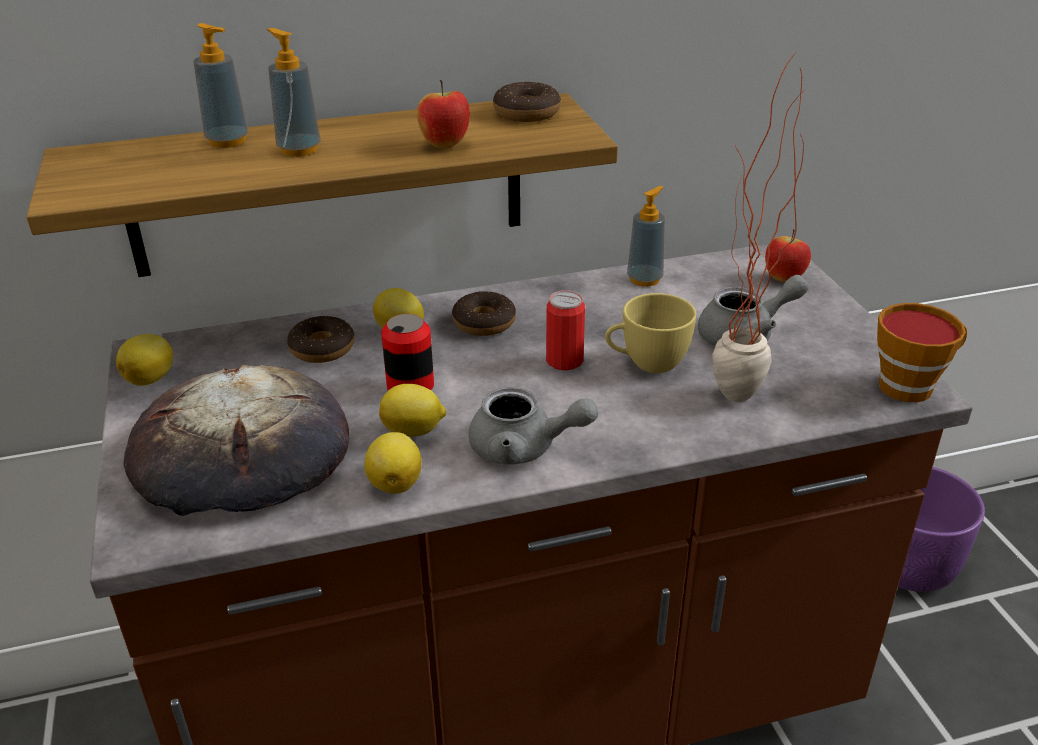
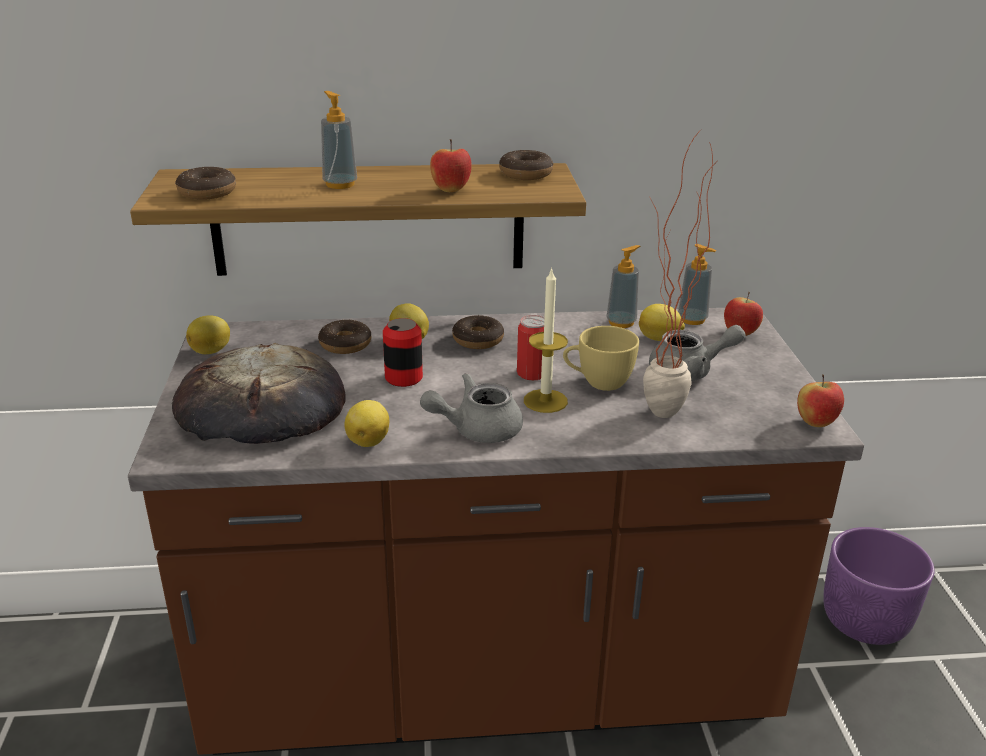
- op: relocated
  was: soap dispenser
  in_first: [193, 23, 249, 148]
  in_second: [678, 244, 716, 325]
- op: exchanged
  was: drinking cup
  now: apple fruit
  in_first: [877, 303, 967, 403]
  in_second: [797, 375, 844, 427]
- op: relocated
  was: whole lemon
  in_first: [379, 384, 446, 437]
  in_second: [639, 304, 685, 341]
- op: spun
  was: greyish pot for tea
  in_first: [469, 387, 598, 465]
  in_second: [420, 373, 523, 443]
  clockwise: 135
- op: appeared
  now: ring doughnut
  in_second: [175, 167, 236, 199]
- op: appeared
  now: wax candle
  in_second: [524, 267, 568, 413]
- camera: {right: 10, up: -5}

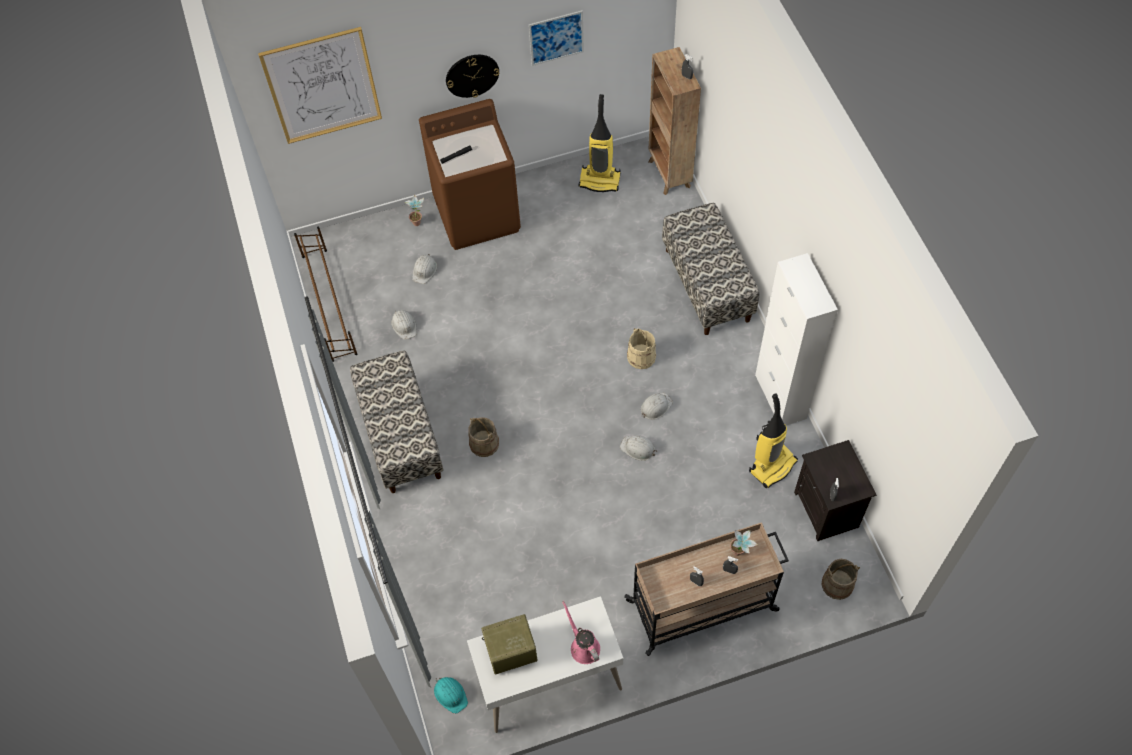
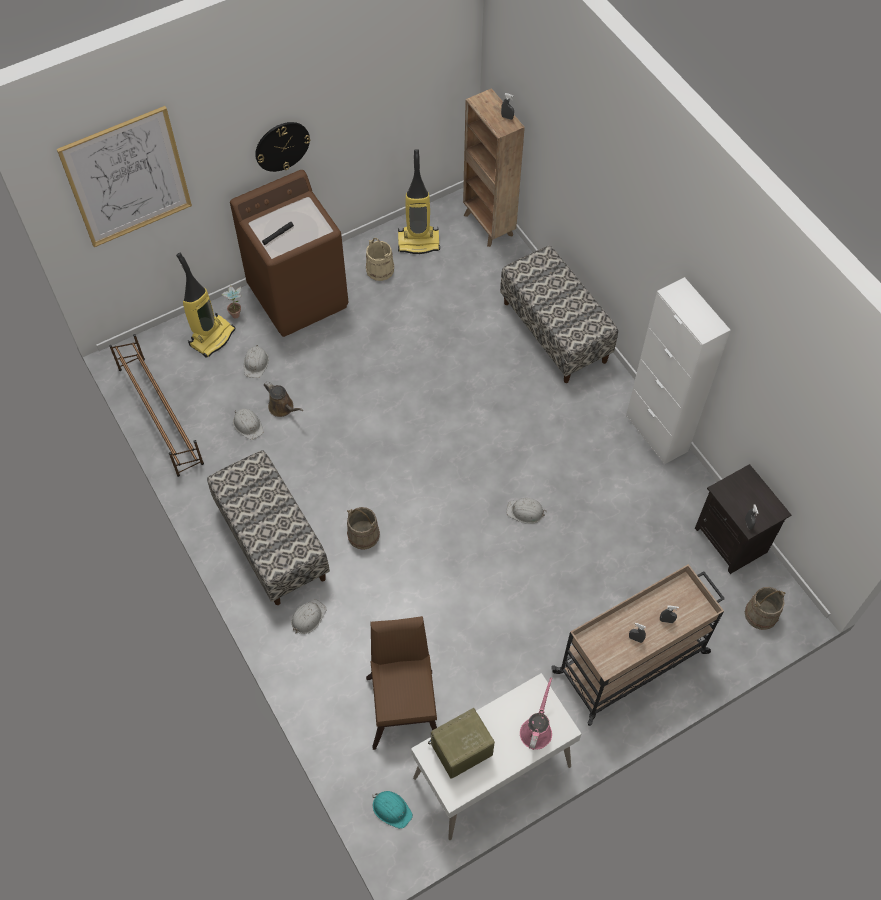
- op: missing
  was: wall picture
  in_first: [529, 10, 584, 66]
- op: relocated
  was: beige-coloured pail
  in_first: [627, 328, 656, 369]
  in_second: [366, 238, 394, 281]
- op: relocated
  was: white-coloured work helmet
  in_first: [641, 393, 673, 420]
  in_second: [291, 599, 326, 634]
- op: relocated
  was: hoover
  in_first: [749, 393, 798, 488]
  in_second: [176, 253, 235, 358]
- op: missing
  was: potted plant
  in_first: [730, 530, 758, 556]
- op: spun
  was: pink-coloured watering pot
  in_first: [562, 601, 600, 664]
  in_second: [520, 677, 552, 750]
  clockwise: 60
- op: appeared
  now: brown-coloured watering pot
  in_second: [264, 381, 303, 417]
- op: appeared
  now: brown-coloured chair
  in_second: [366, 616, 437, 750]
- camera: {right: -15, up: 0}

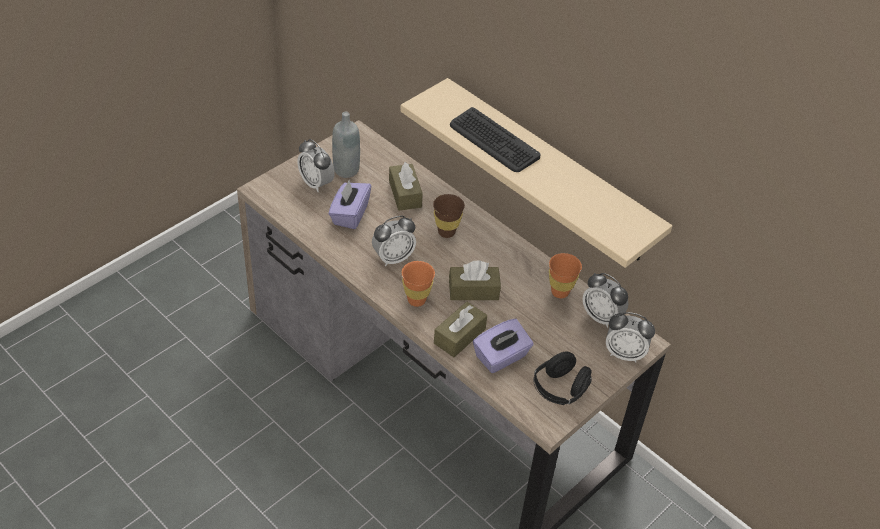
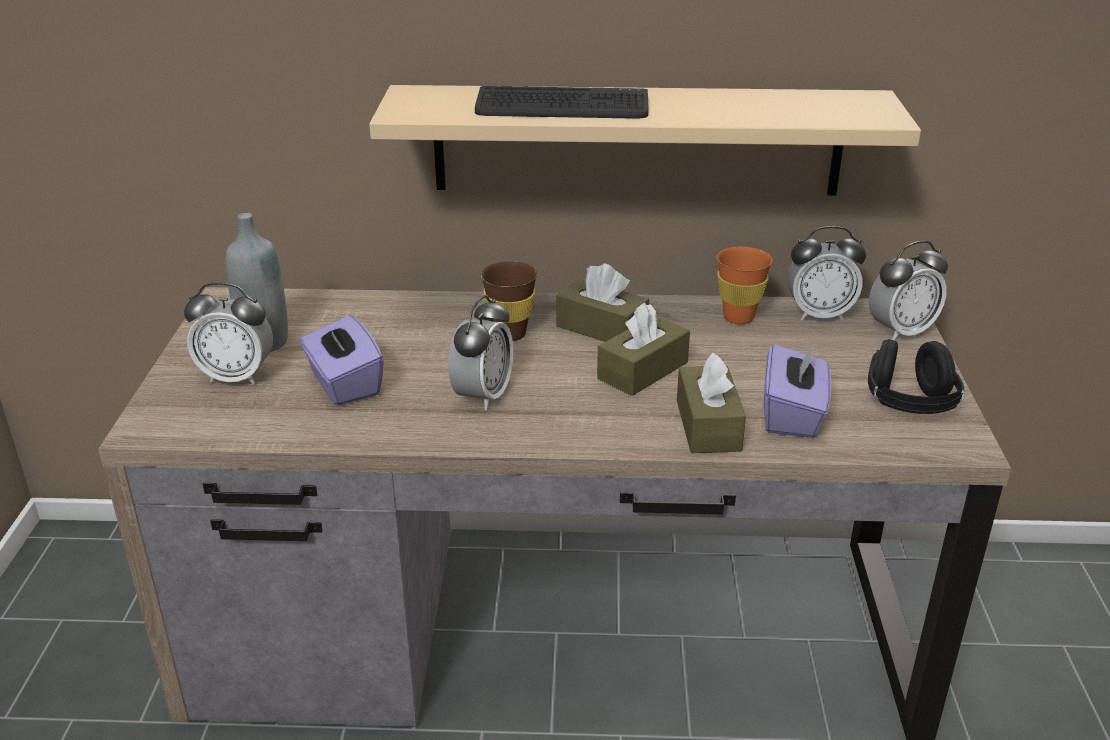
- op: relocated
  was: brown-coloured tissue box
  in_first: [389, 162, 423, 211]
  in_second: [556, 263, 649, 342]
- op: missing
  was: orangey drinking cup
  in_first: [401, 261, 435, 307]
- camera: {right: -40, up: -15}

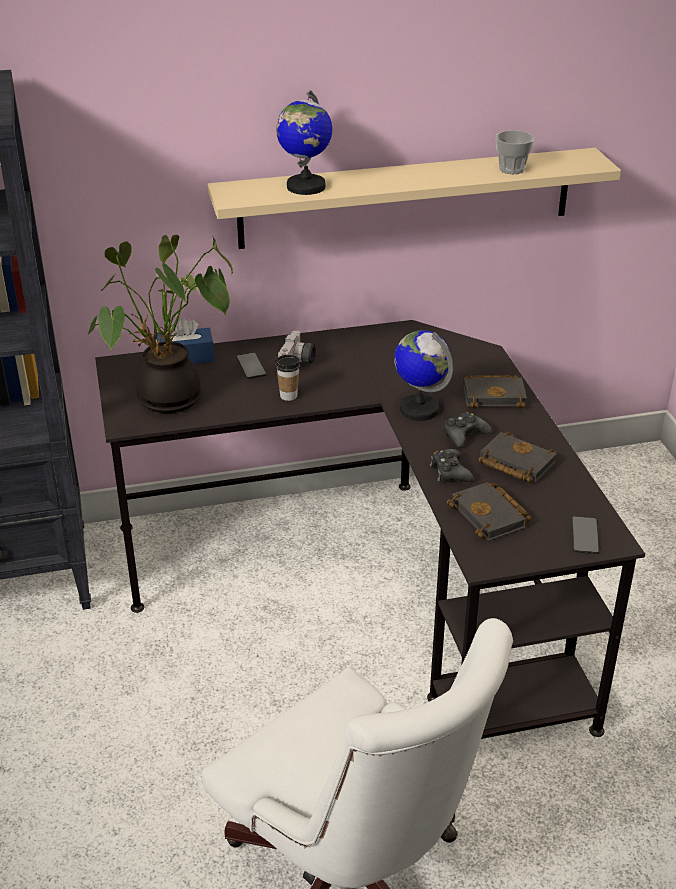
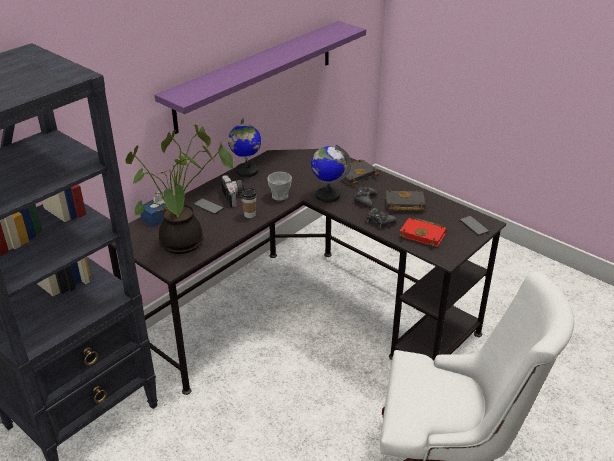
- op: relocated
  was: desk globe
  in_first: [276, 90, 332, 195]
  in_second: [228, 118, 261, 177]
- op: relocated
  was: drinking cup
  in_first: [496, 130, 534, 174]
  in_second: [267, 172, 292, 201]
- op: colour
  was: beige-coloured bracket shelf
  now: purplish bracket shelf
  in_first: [207, 148, 621, 249]
  in_second: [155, 21, 366, 134]
- op: colour
  was: black-coloured book
  now: reddish book
  in_first: [447, 482, 531, 541]
  in_second: [399, 217, 446, 248]
- camera: {right: -35, up: 0}

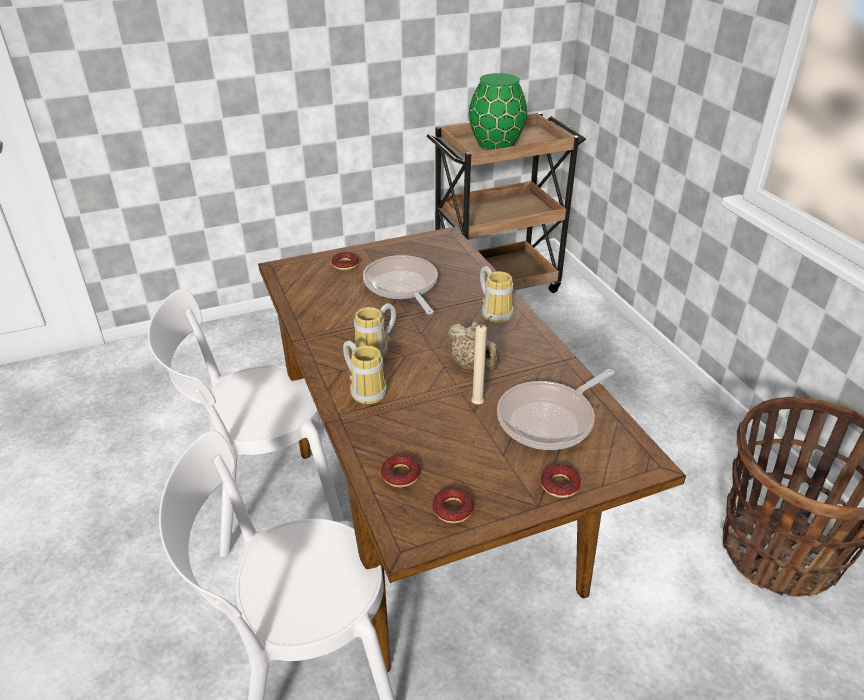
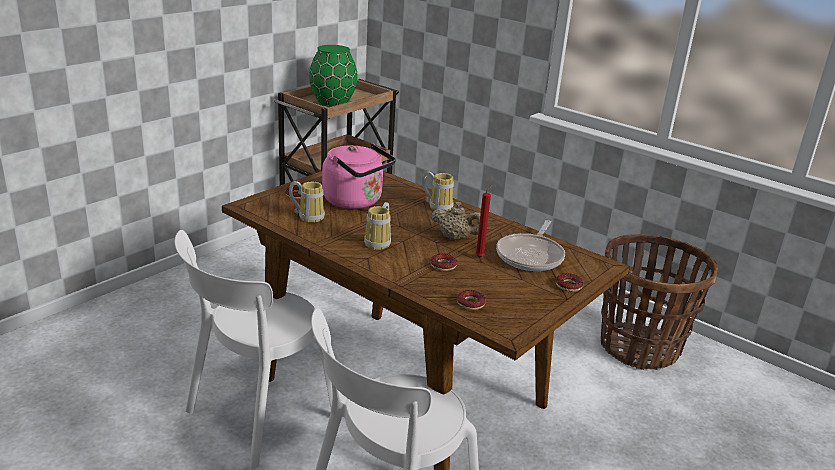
- op: exchanged
  was: frying pan
  now: pink-coloured water kettle
  in_first: [363, 255, 438, 315]
  in_second: [322, 143, 396, 209]
- op: colour
  was: beige-coloured wax candle
  now: reddish wax candle
  in_first: [471, 316, 492, 405]
  in_second: [475, 185, 492, 258]
- op: relocated
  was: tea mug
  in_first: [343, 340, 387, 404]
  in_second: [289, 181, 325, 223]
- op: relocated
  was: ring doughnut
  in_first: [432, 487, 474, 523]
  in_second: [430, 253, 457, 271]
- camera: {right: -30, up: -10}

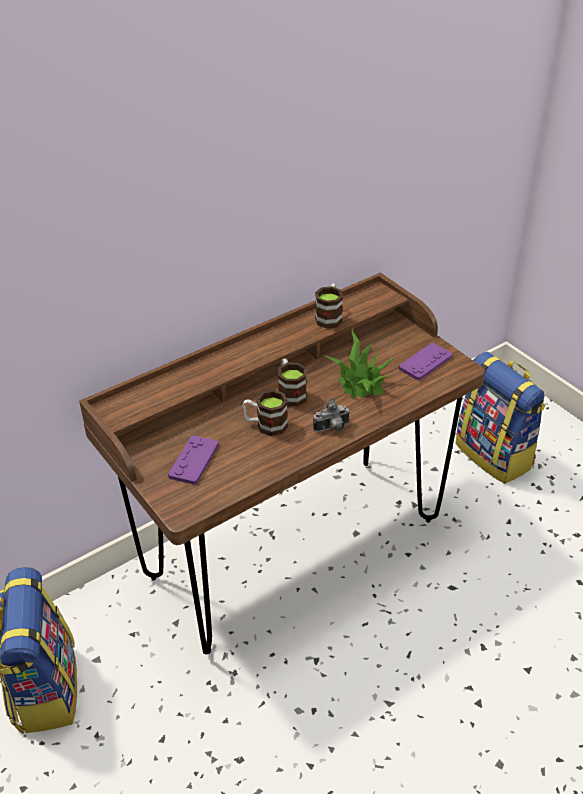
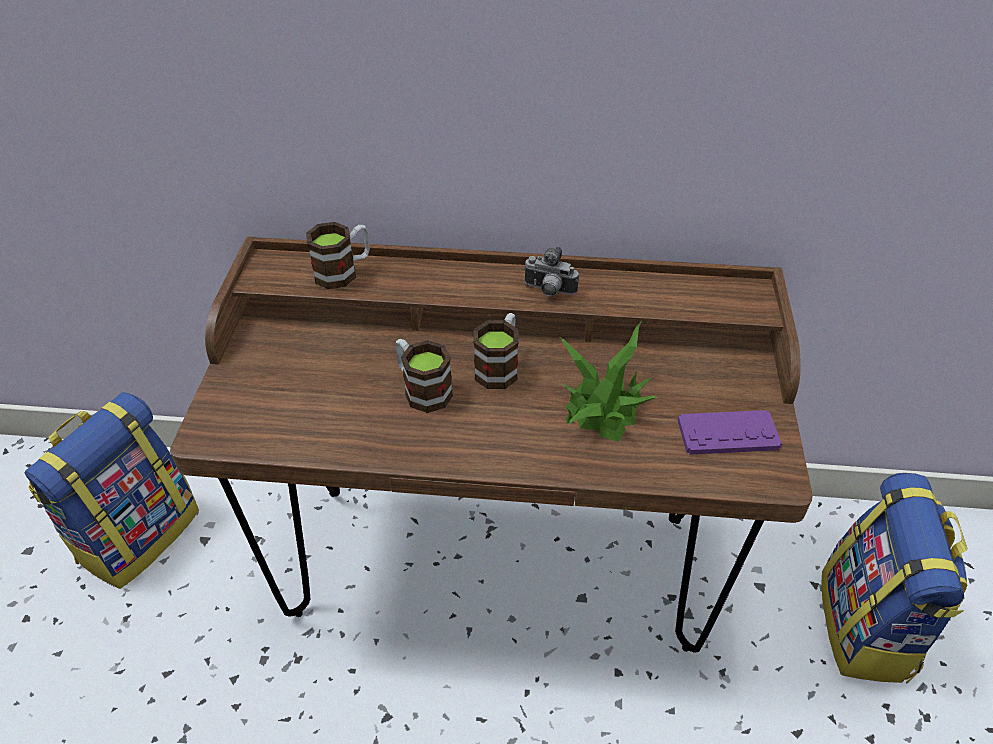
- op: relocated
  was: tea mug
  in_first: [315, 283, 343, 328]
  in_second: [306, 222, 370, 289]
- op: relocated
  was: photo camera
  in_first: [313, 398, 350, 432]
  in_second: [523, 246, 579, 296]
- op: missing
  was: purplish game controller
  in_first: [168, 435, 219, 485]
- camera: {right: 40, up: 5}

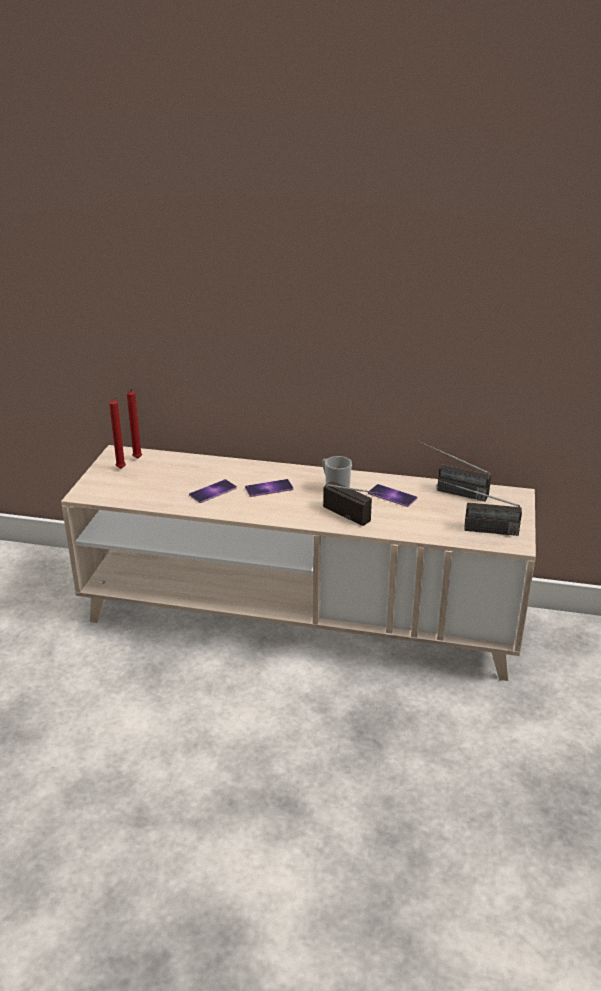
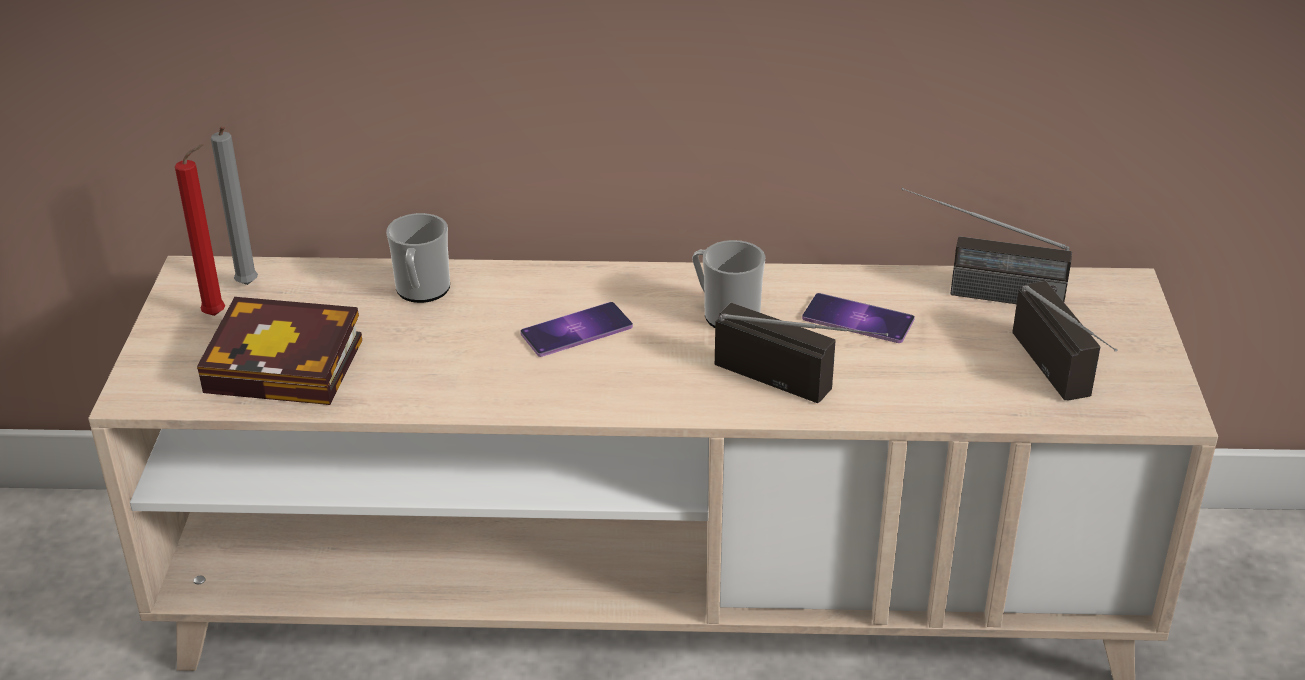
- op: colour
  was: reddish wax candle
  now: greyish wax candle
  in_first: [127, 388, 142, 459]
  in_second: [211, 127, 258, 285]
- op: missing
  was: telephone
  in_first: [189, 479, 237, 503]
- op: spun
  was: radio
  in_first: [439, 480, 522, 536]
  in_second: [1013, 281, 1117, 400]
  clockwise: -105
- op: appeared
  now: tea mug
  in_second: [386, 213, 450, 303]
- op: appeared
  now: book
  in_second: [197, 297, 362, 405]
- camera: {right: -10, up: 5}

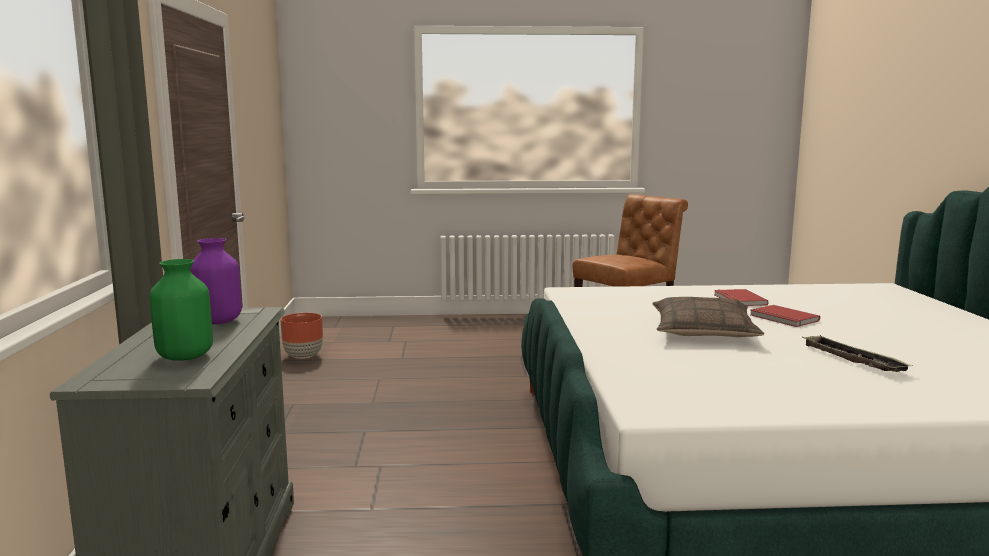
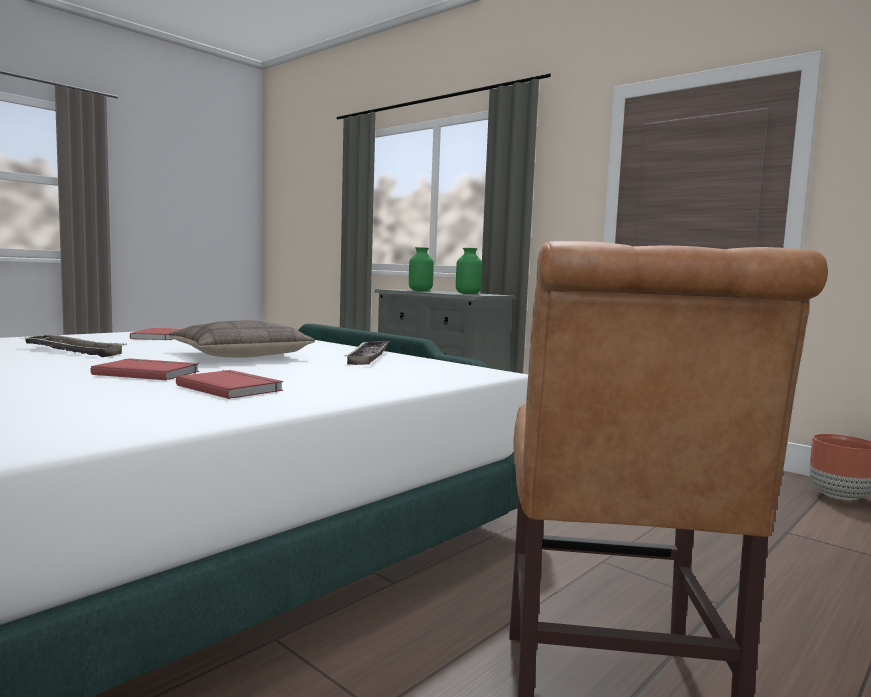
- op: colour
  was: purplish decorative vase
  now: greenish decorative vase
  in_first: [191, 238, 242, 324]
  in_second: [456, 248, 482, 294]
- op: appeared
  now: reddish book
  in_second: [130, 328, 184, 340]
- op: appeared
  now: tray
  in_second: [346, 341, 390, 365]
- camera: {right: 135, up: -5}

